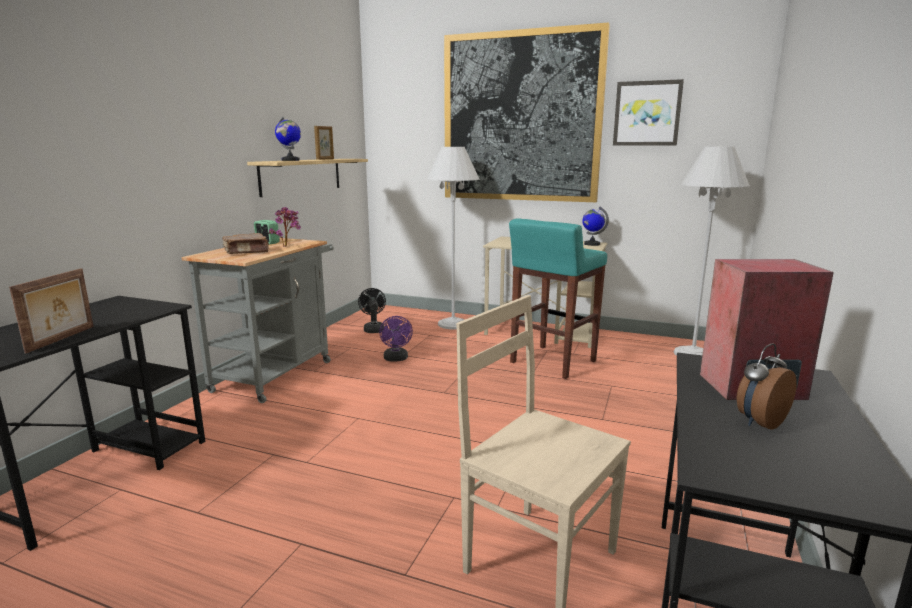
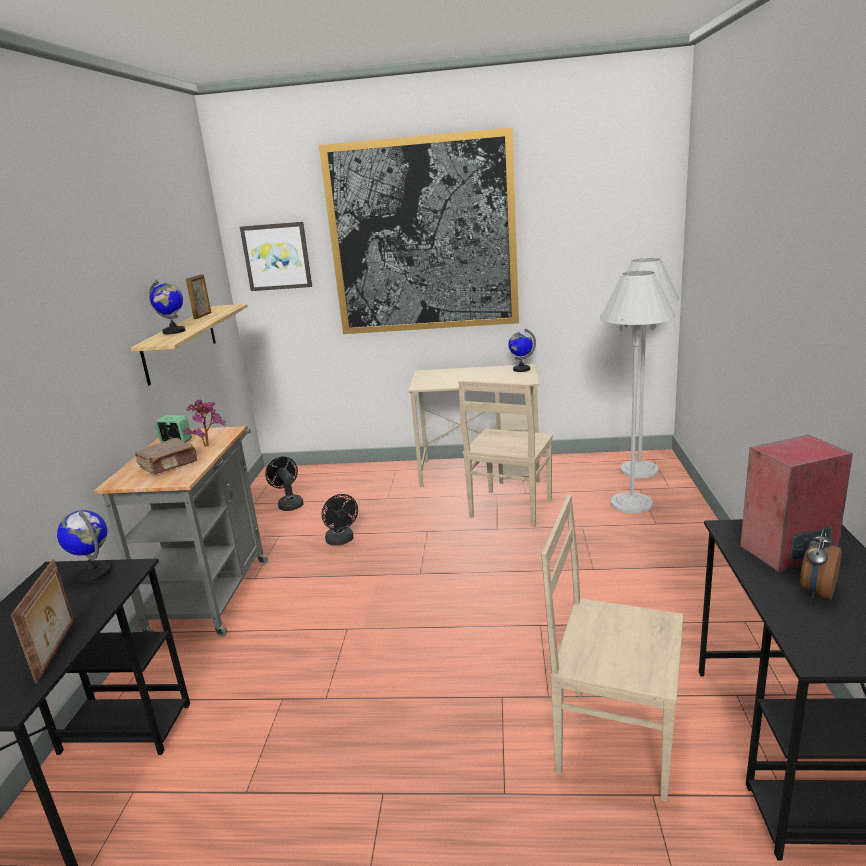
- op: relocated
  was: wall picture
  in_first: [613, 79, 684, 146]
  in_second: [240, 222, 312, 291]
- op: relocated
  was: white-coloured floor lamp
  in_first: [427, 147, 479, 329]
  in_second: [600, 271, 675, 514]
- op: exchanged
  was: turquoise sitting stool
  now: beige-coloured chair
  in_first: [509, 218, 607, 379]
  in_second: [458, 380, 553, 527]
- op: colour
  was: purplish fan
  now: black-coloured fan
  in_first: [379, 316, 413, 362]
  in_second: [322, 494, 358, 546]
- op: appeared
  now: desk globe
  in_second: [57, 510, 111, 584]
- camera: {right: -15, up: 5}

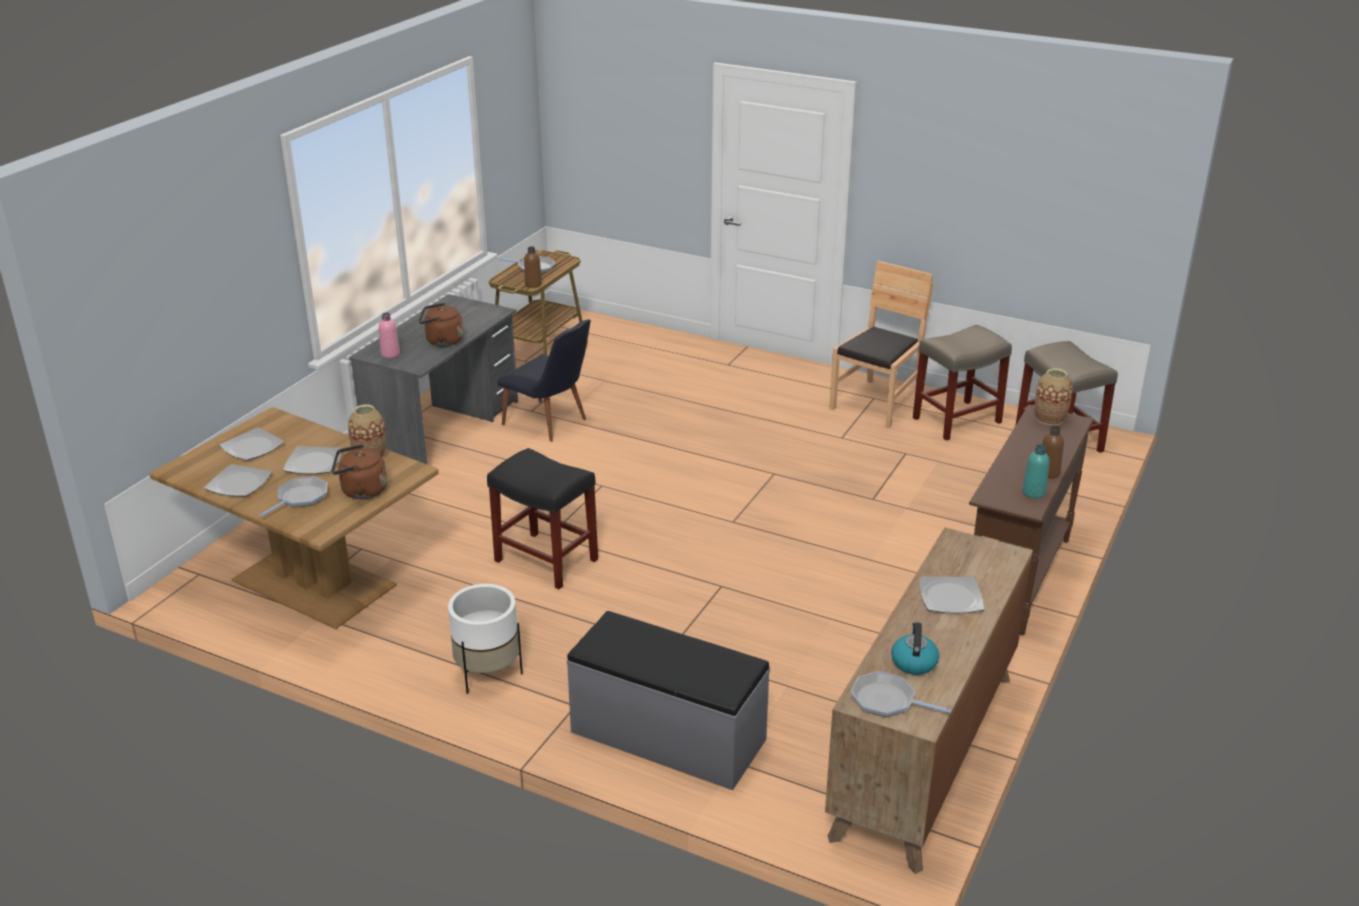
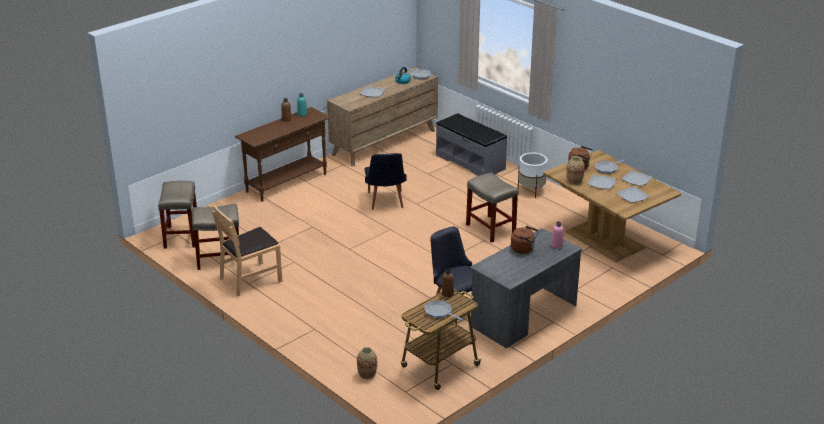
- op: relocated
  was: decorative vase
  in_first: [1035, 368, 1073, 425]
  in_second: [357, 347, 377, 379]
- op: colour
  was: black-coloured sitting stool
  now: beige-coloured sitting stool
  in_first: [487, 448, 598, 589]
  in_second: [466, 172, 519, 243]
- op: appeared
  now: black-coloured chair
  in_second: [365, 153, 407, 210]
- camera: {right: -160, up: 0}

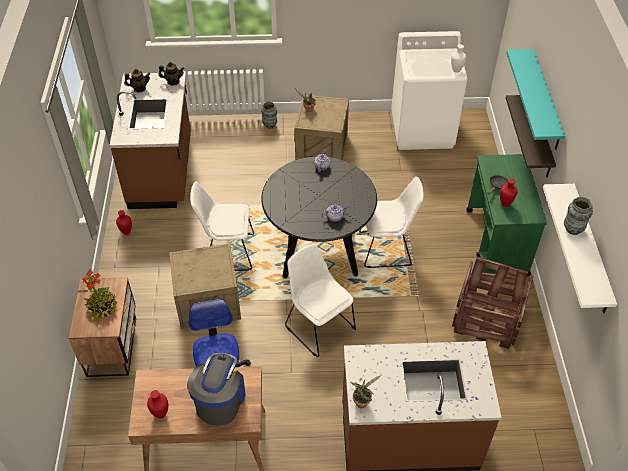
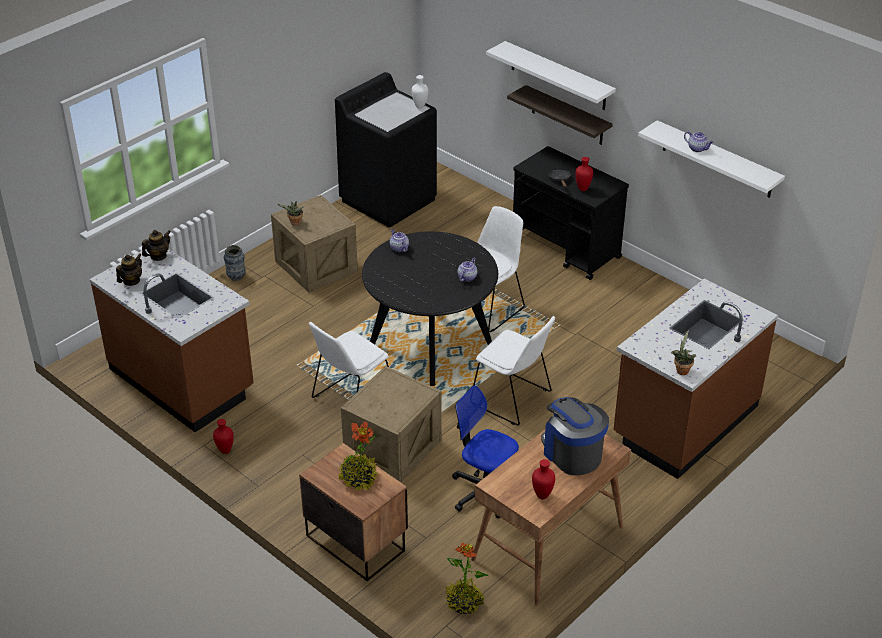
- op: colour
  was: white-coloured washing machine
  now: black-coloured washing machine
  in_first: [391, 31, 468, 150]
  in_second: [335, 72, 437, 227]
- op: colour
  was: turquoise bracket shelf
  now: white-coloured bracket shelf
  in_first: [506, 49, 565, 150]
  in_second: [486, 41, 616, 110]
- op: colour
  was: greenish trolley
  now: black-coloured trolley
  in_first: [467, 154, 547, 276]
  in_second: [513, 146, 629, 280]
- op: exchanged
  was: decorative vase
  now: pot for tea
  in_first: [564, 197, 593, 235]
  in_second: [684, 131, 714, 152]
- op: spun
  was: white-coloured chair
  in_first: [285, 244, 356, 357]
  in_second: [473, 316, 555, 425]
  clockwise: -150
- op: missing
  was: crate
  in_first: [452, 257, 534, 349]
- op: appeared
  now: potted plant
  in_second: [445, 543, 489, 614]
- camera: {right: -45, up: -10}

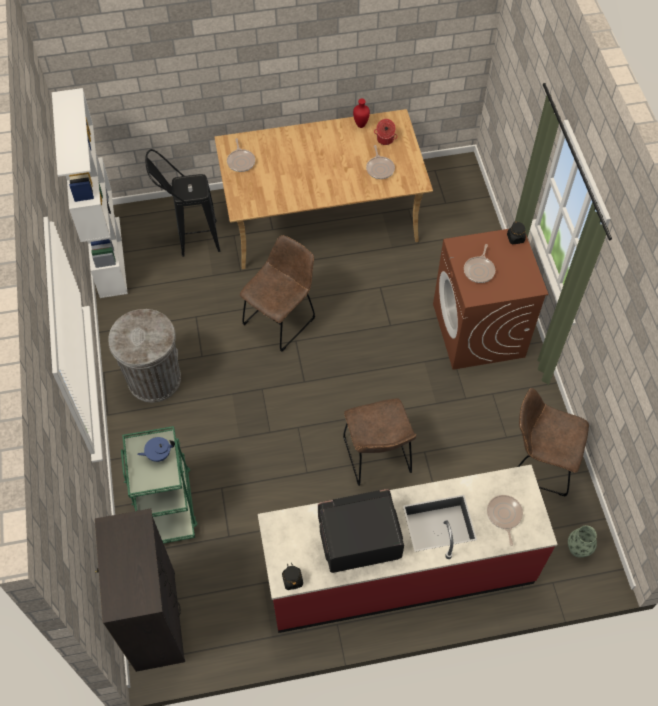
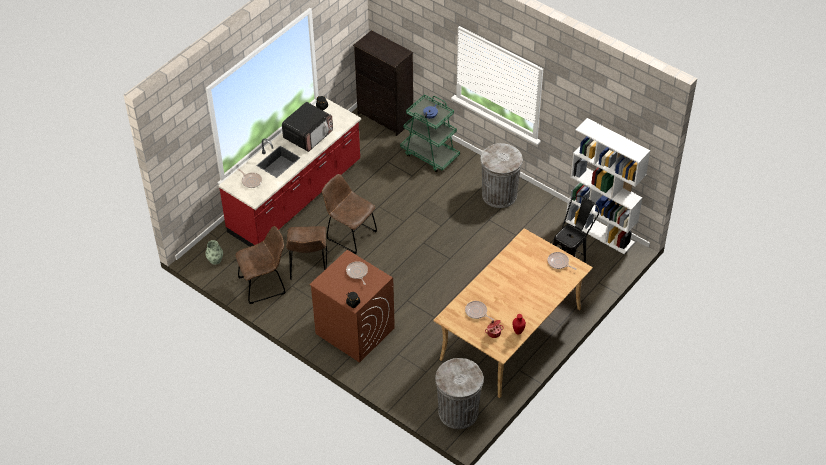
- op: relocated
  was: brown-coloured chair
  in_first: [240, 235, 315, 351]
  in_second: [286, 226, 327, 280]
- op: appeared
  now: greyish trash can
  in_second: [435, 358, 484, 429]
- camera: {right: 140, up: -10}

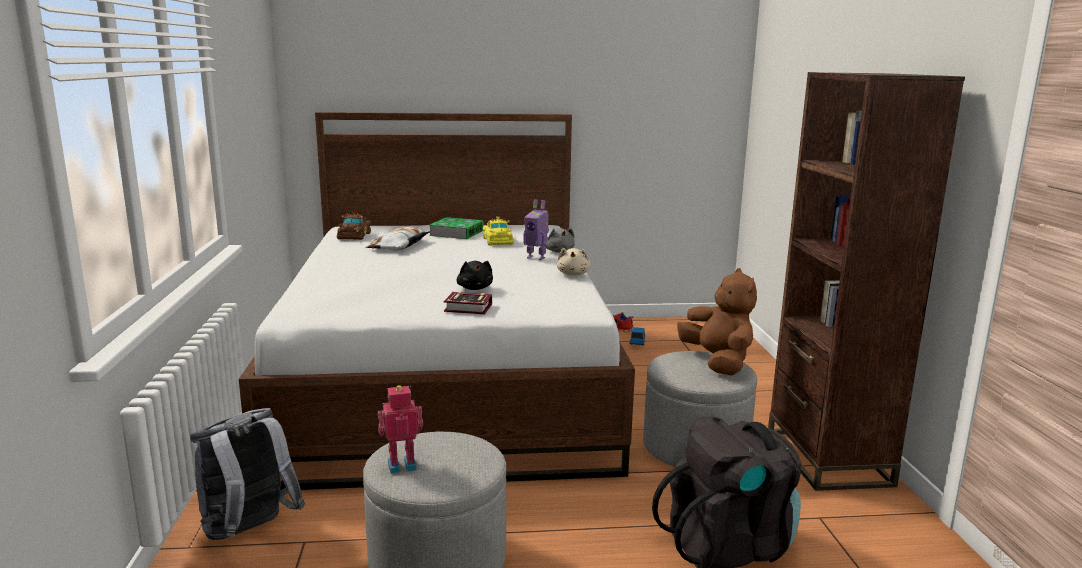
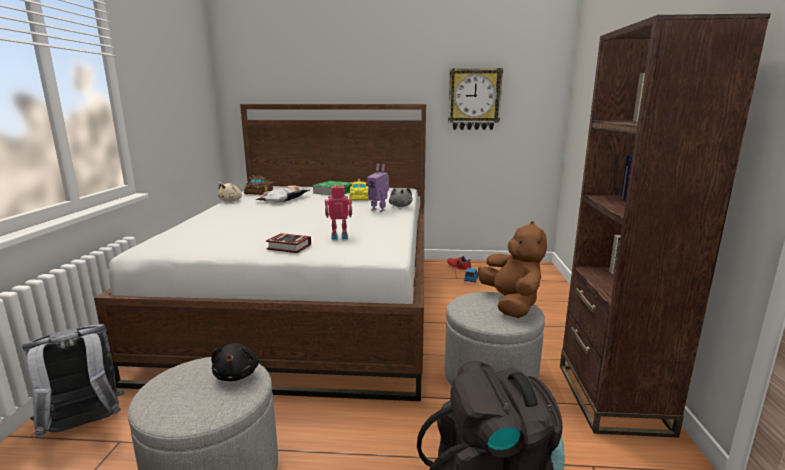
- op: relocated
  was: beige-coloured plush toy
  in_first: [557, 248, 591, 276]
  in_second: [218, 182, 242, 202]
- op: relocated
  was: black-coloured plush toy
  in_first: [457, 261, 493, 290]
  in_second: [211, 343, 259, 381]
- op: relocated
  was: model robot
  in_first: [378, 385, 423, 474]
  in_second: [325, 184, 352, 240]
- op: appeared
  now: wall clock
  in_second: [448, 68, 503, 130]
- camera: {right: 10, up: 0}

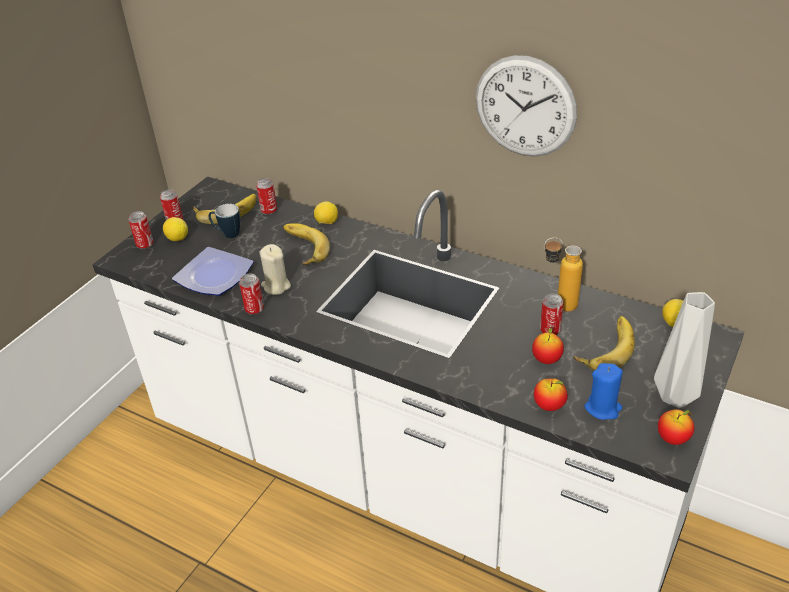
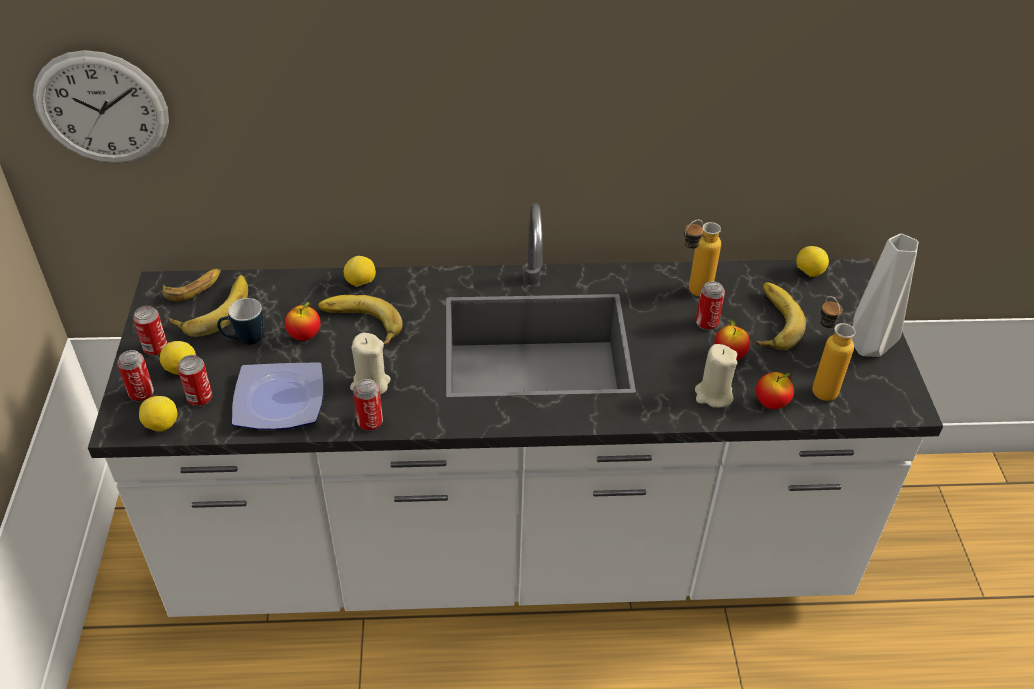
- op: relocated
  was: wall clock
  in_first: [476, 55, 577, 156]
  in_second: [33, 50, 169, 163]
- op: relocated
  was: sealed can
  in_first: [256, 178, 277, 215]
  in_second: [178, 355, 212, 407]
- op: exchanged
  was: bluish wax candle
  now: drink bottle
  in_first: [584, 363, 623, 420]
  in_second: [812, 296, 856, 401]
- op: relocated
  was: apple fruit
  in_first: [658, 409, 694, 445]
  in_second: [285, 302, 321, 341]
- op: appeared
  now: banana
  in_second: [162, 269, 221, 302]
- op: appeared
  now: beige-coloured wax candle
  in_second: [695, 344, 737, 408]
- op: appeared
  now: whole lemon
  in_second: [139, 396, 178, 432]
- camera: {right: -35, up: 5}

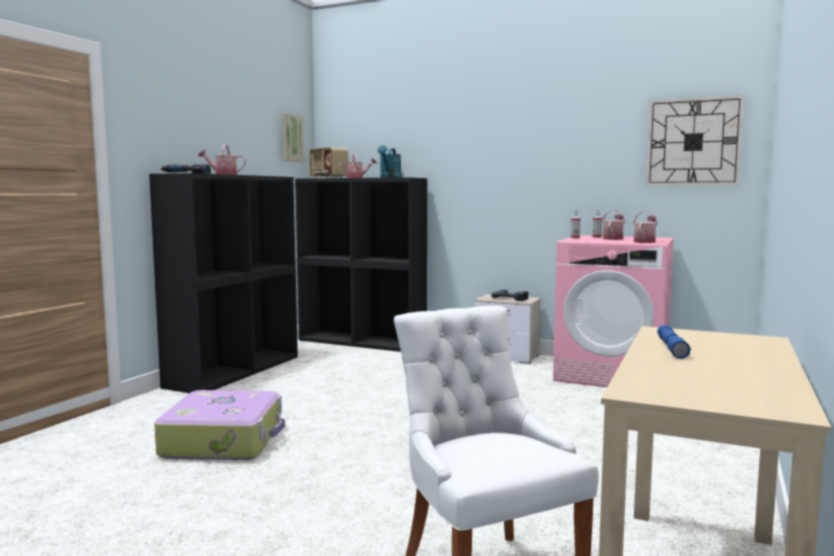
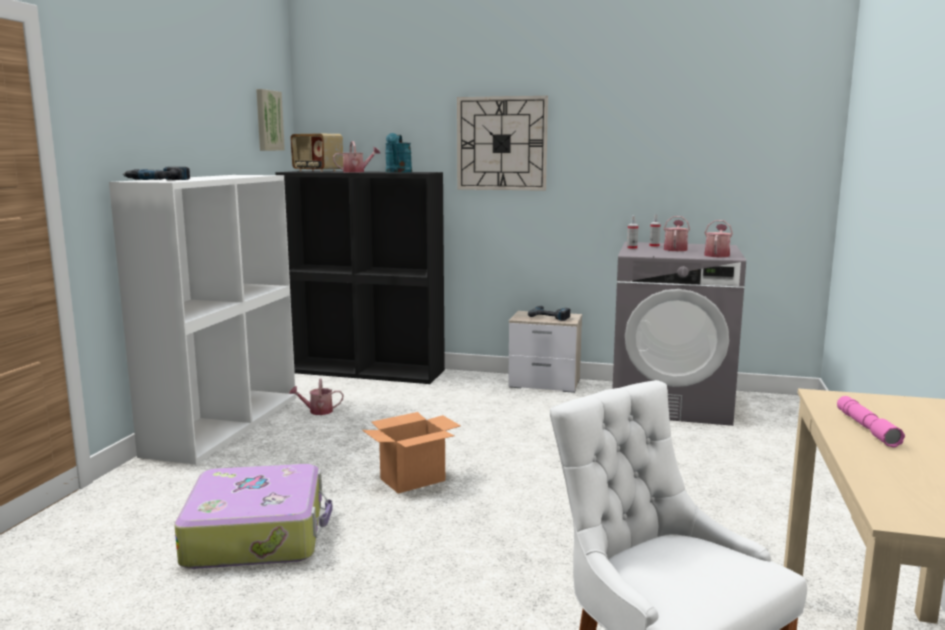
- op: relocated
  was: wall clock
  in_first: [646, 95, 744, 186]
  in_second: [457, 96, 548, 191]
- op: relocated
  was: watering pot
  in_first: [198, 144, 246, 175]
  in_second: [289, 378, 343, 415]
- op: colour
  was: black-coloured bookcase
  now: white-coloured bookcase
  in_first: [149, 173, 298, 393]
  in_second: [109, 175, 296, 464]
- op: colour
  was: pink-coloured washing machine
  now: greyish washing machine
  in_first: [553, 235, 674, 387]
  in_second: [612, 242, 746, 426]
- op: colour
  was: bluish flashlight
  now: pink-coloured flashlight
  in_first: [657, 325, 691, 359]
  in_second: [837, 396, 905, 448]
- op: appeared
  now: cardboard box
  in_second: [362, 412, 461, 494]
- camera: {right: -10, up: 5}

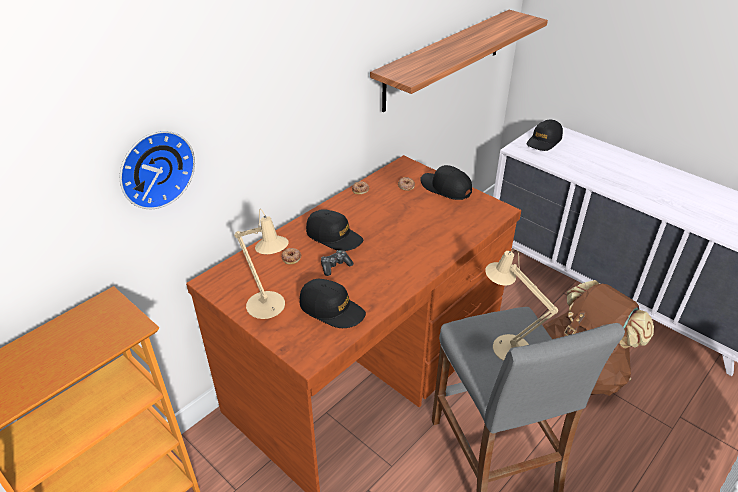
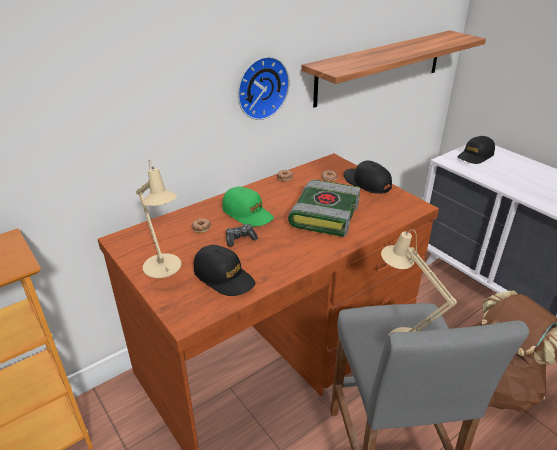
- op: relocated
  was: wall clock
  in_first: [120, 131, 195, 209]
  in_second: [238, 56, 290, 120]
- op: colour
  was: black-coloured peaked cap
  now: greenish peaked cap
  in_first: [306, 209, 363, 251]
  in_second: [222, 187, 274, 227]
- op: appeared
  now: book
  in_second: [288, 180, 360, 237]
- camera: {right: 10, up: -5}

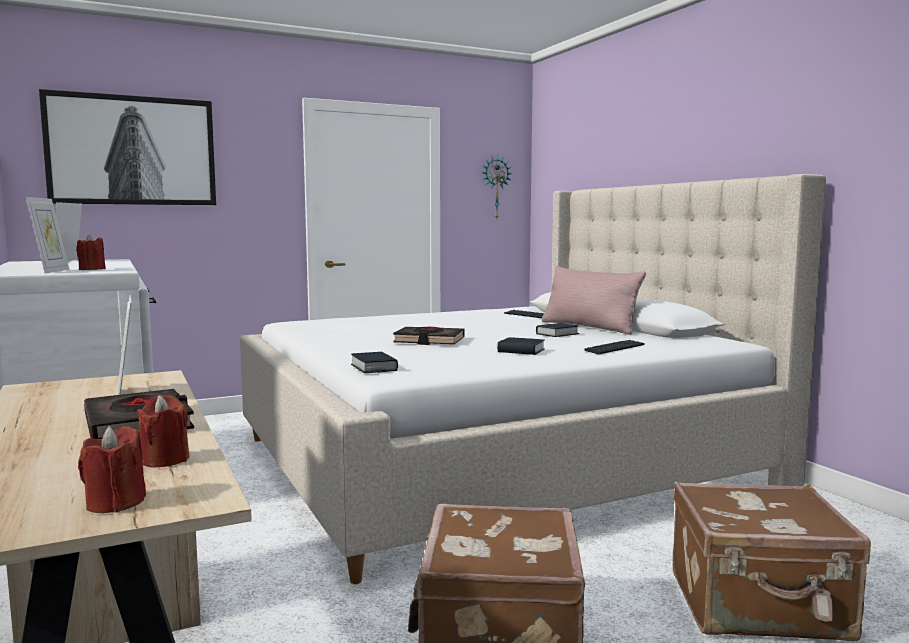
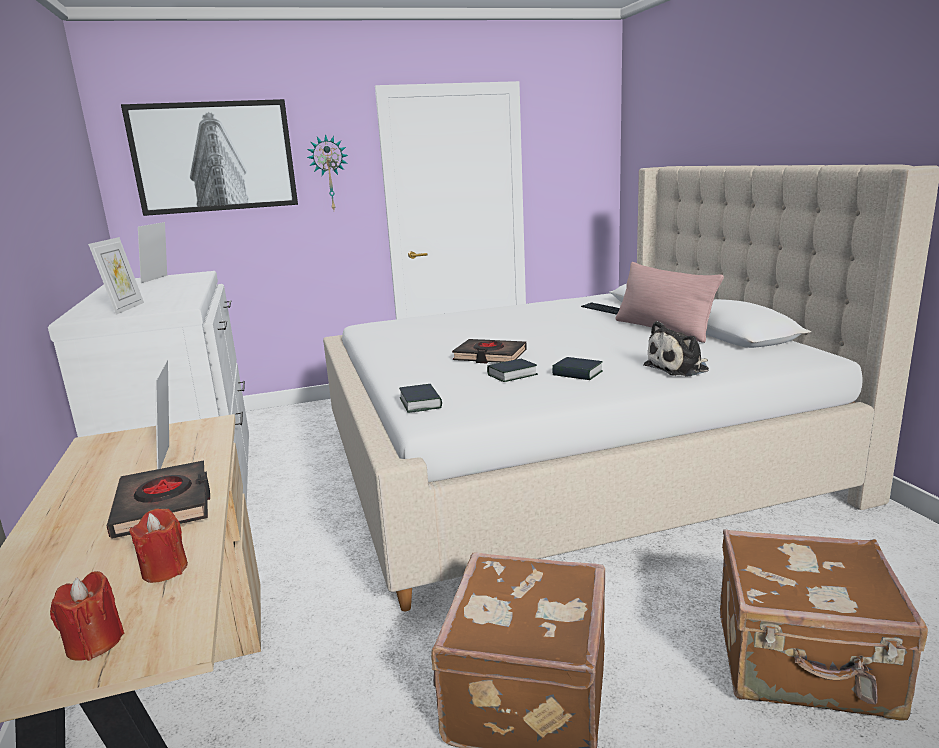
- op: relocated
  was: wall clock
  in_first: [481, 155, 513, 218]
  in_second: [307, 134, 348, 210]
- op: missing
  was: reddish wax candle
  in_first: [76, 235, 106, 270]
- op: relocated
  was: book
  in_first: [536, 323, 579, 337]
  in_second: [487, 359, 538, 382]
- op: exchanged
  was: PC keyboard
  now: plush toy
  in_first: [584, 340, 645, 354]
  in_second: [643, 321, 709, 377]
- camera: {right: 10, up: 10}

